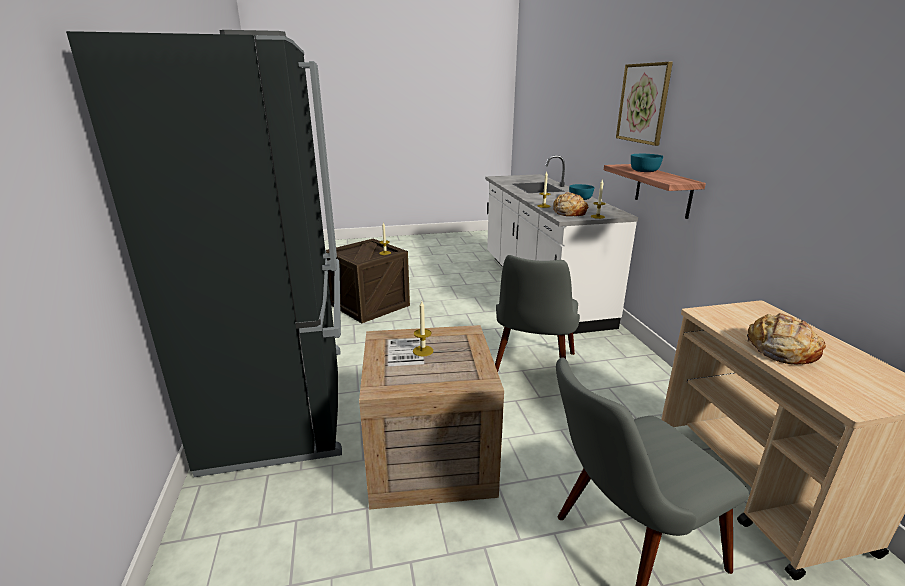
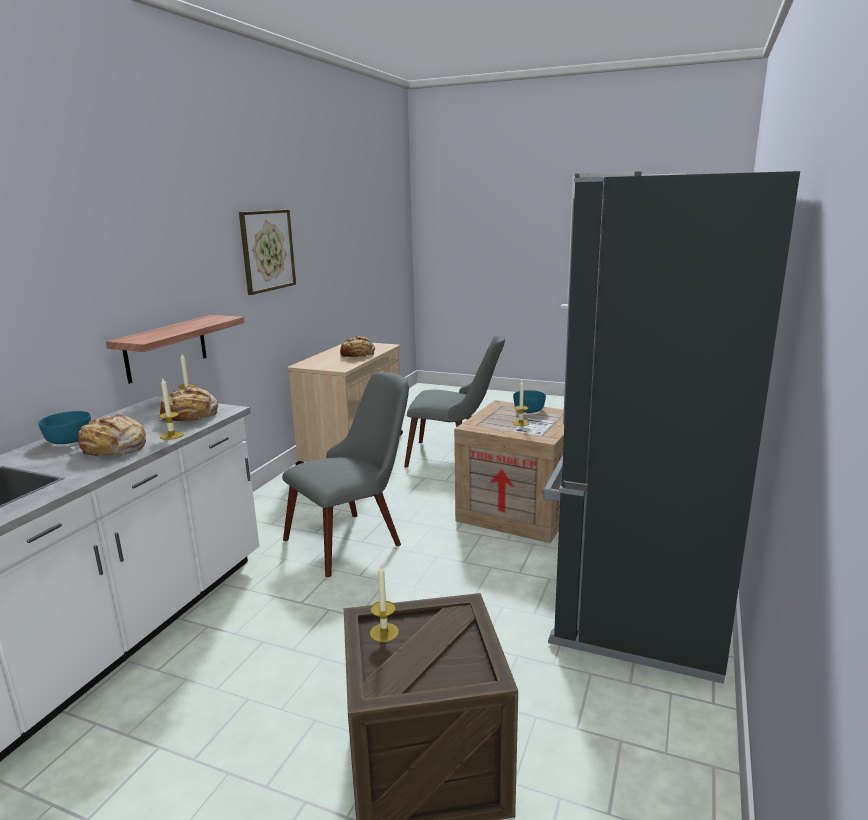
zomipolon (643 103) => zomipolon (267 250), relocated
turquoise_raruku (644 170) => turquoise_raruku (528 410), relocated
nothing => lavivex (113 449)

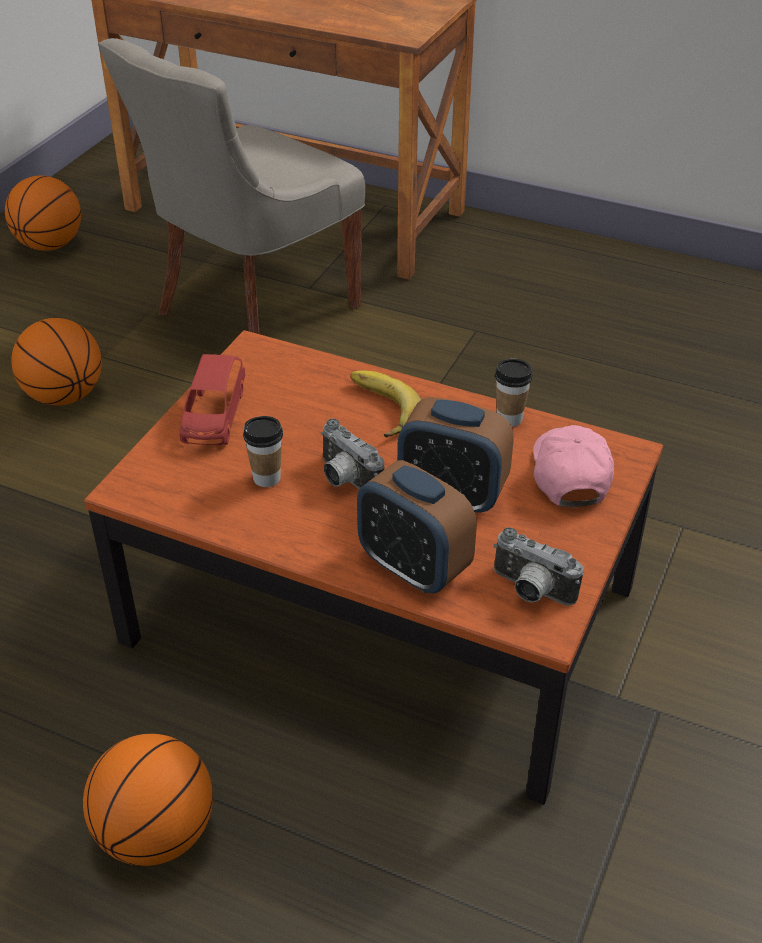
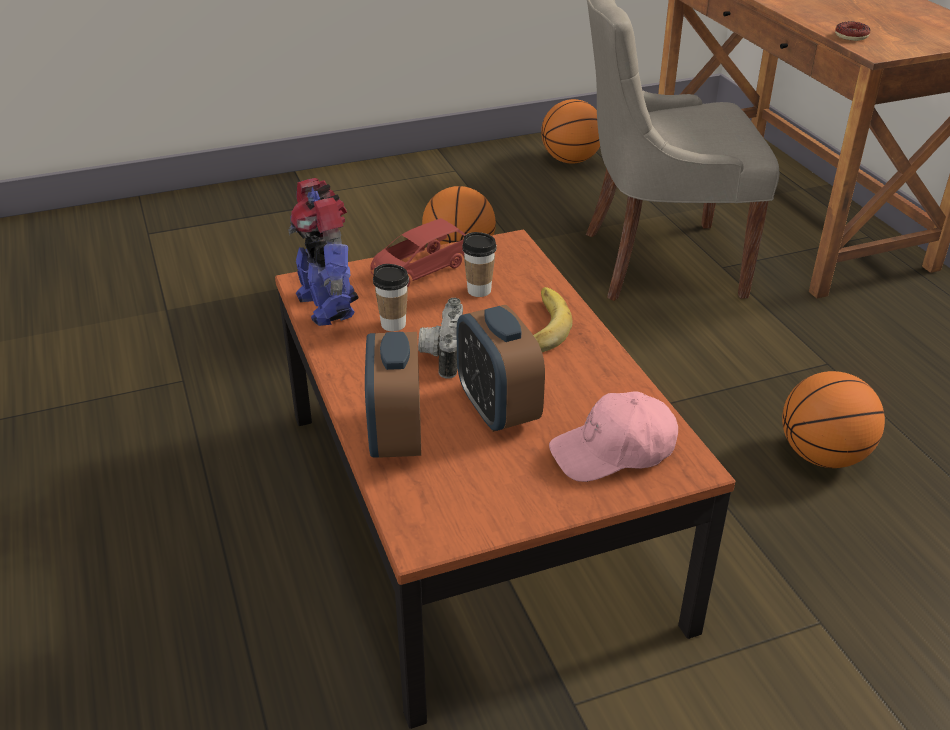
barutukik (509 419) => barutukik (479 290), relocated
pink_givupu (569 473) => pink_givupu (613 451), 150 degrees counterclockwise
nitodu (530 591) => nothing
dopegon (156 833) => dopegon (822 455), relocated
nothing => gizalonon (851 36)
nothing => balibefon (327 305)

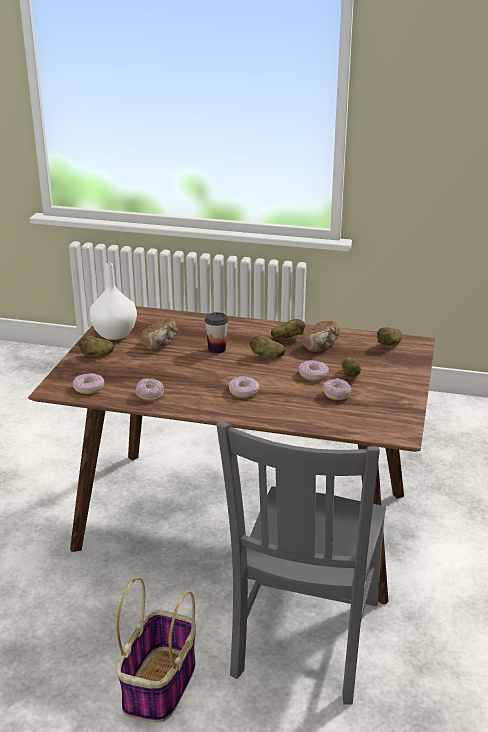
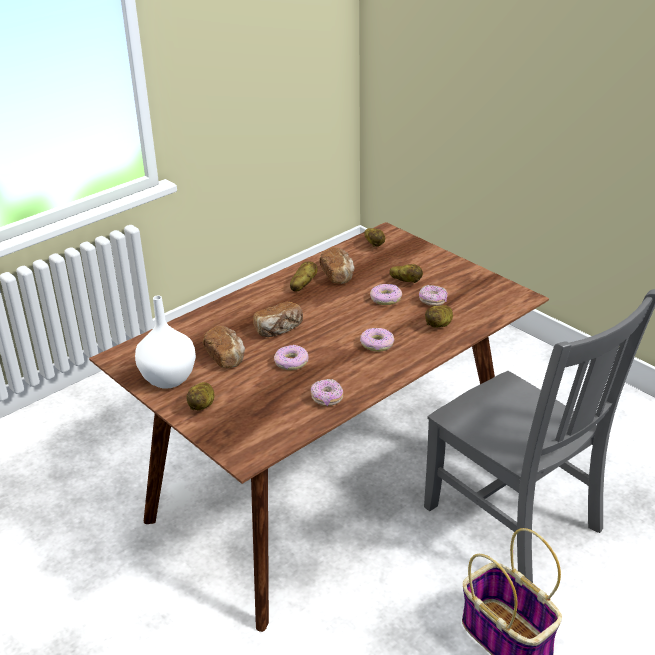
barutukik (217 349) => lavivex (279 330)
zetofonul (267 356) => zetofonul (439 325), relocated
gizalonon (88 388) => gizalonon (291 362), relocated

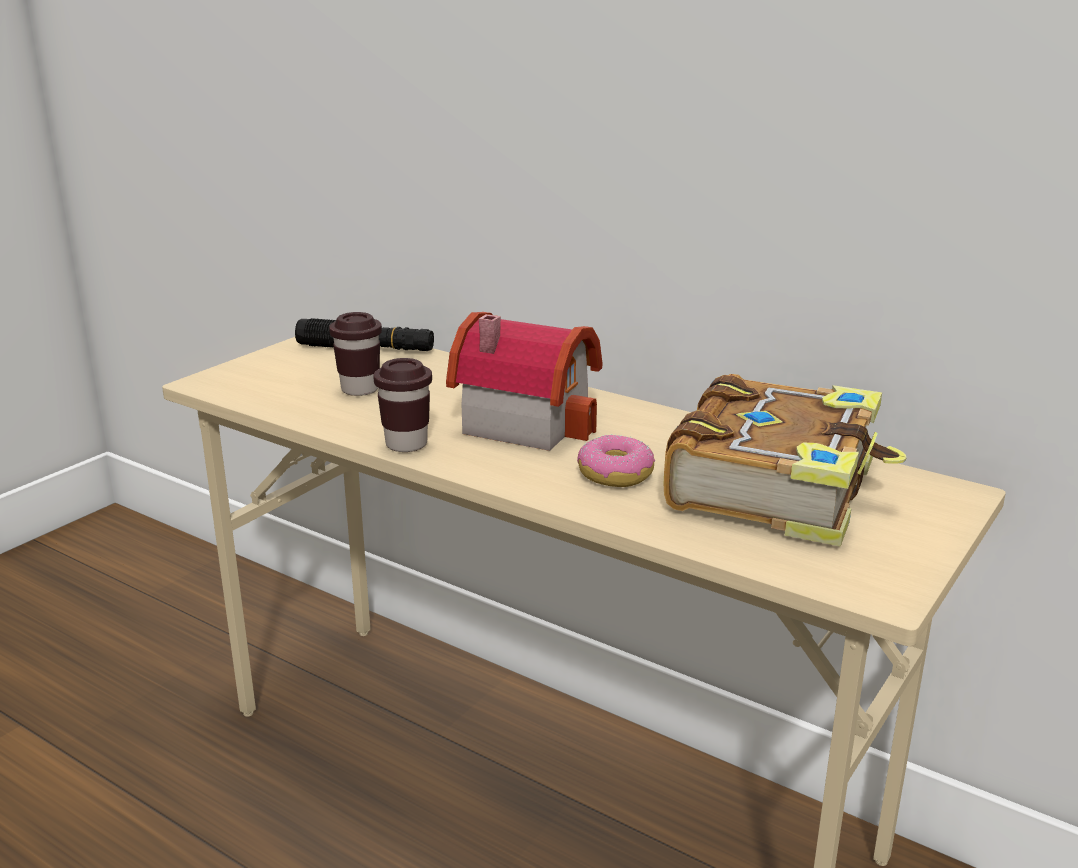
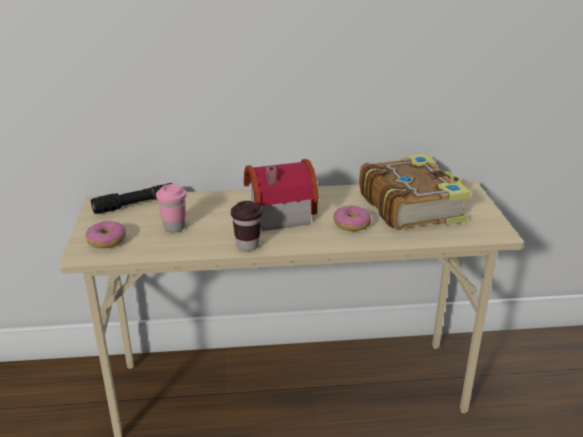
brown_barutukik (360 389) => pink_barutukik (174 227)
nothing => gizalonon (106 241)

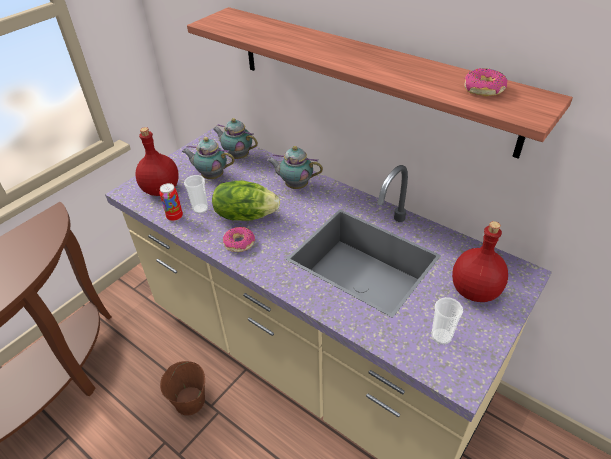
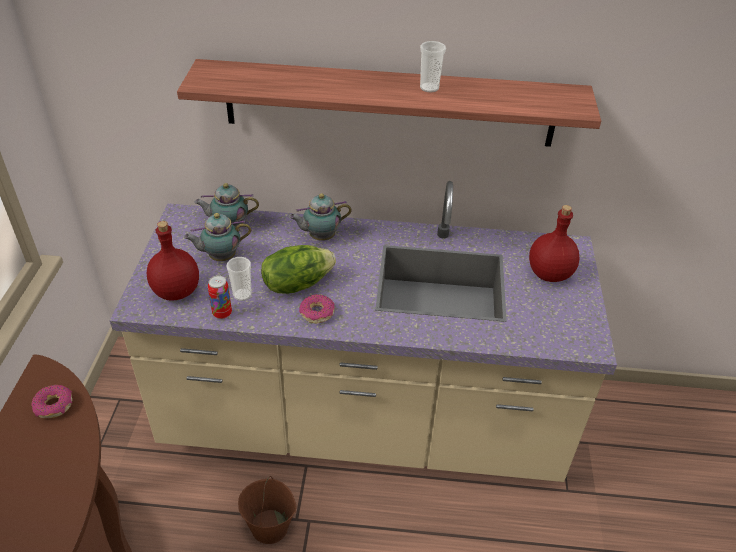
gizalonon (484 89) => gizalonon (54 406), relocated
barutukik (441 336) => barutukik (429 88), relocated

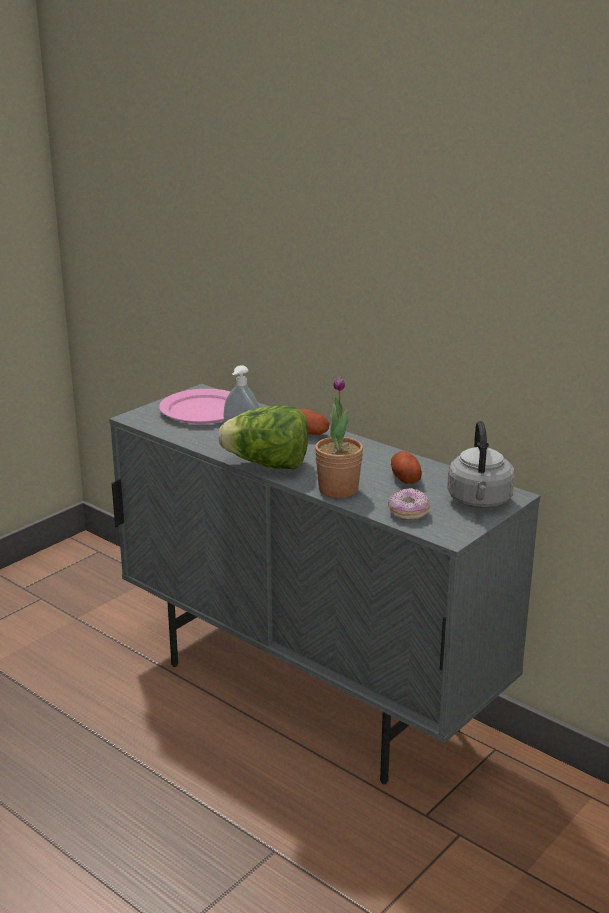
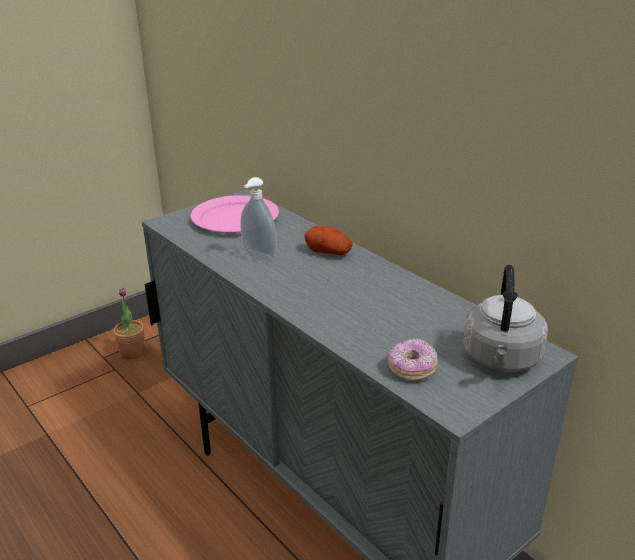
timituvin (338 490) => timituvin (132 353), relocated
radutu (267 465) => nothing
zetofonul (405 478) => nothing

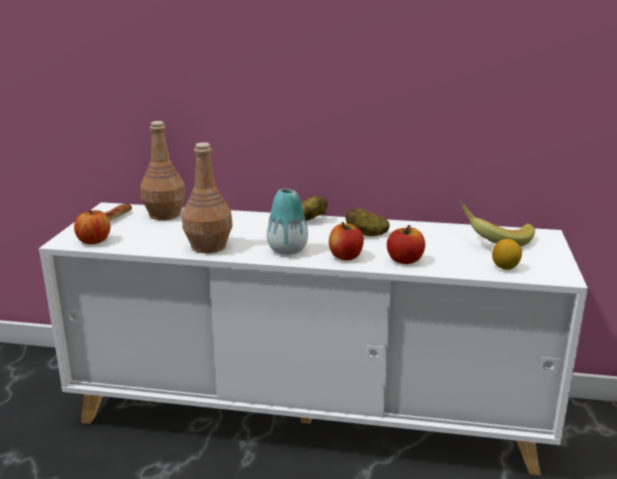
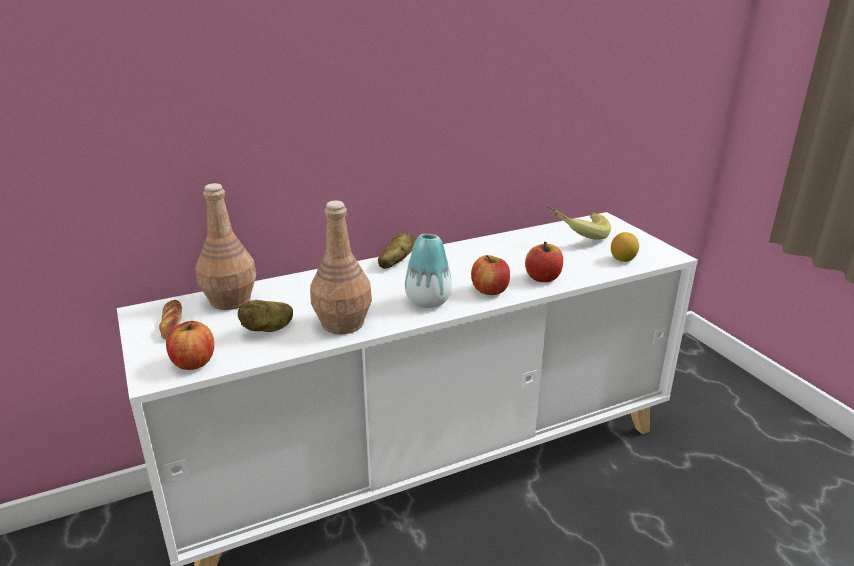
zetofonul (367 234) => zetofonul (268 329), relocated

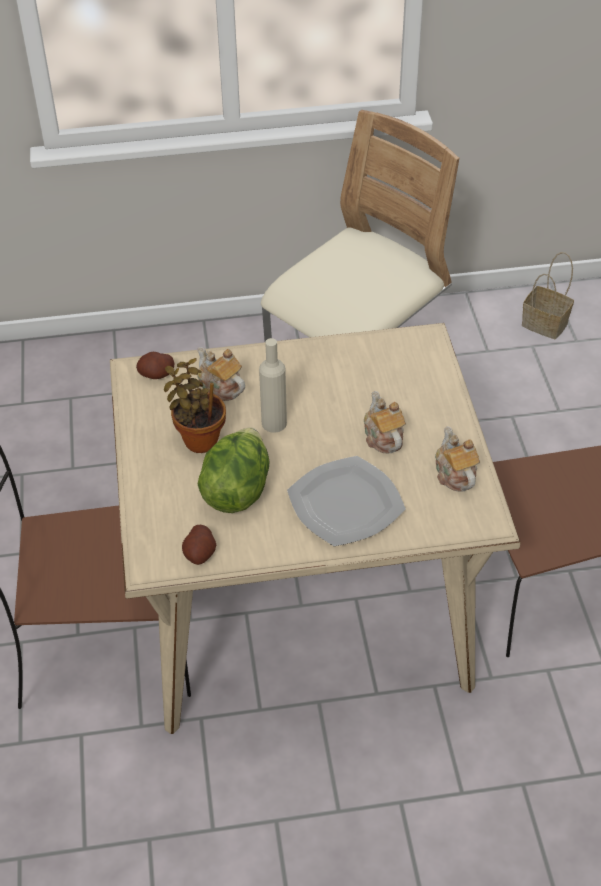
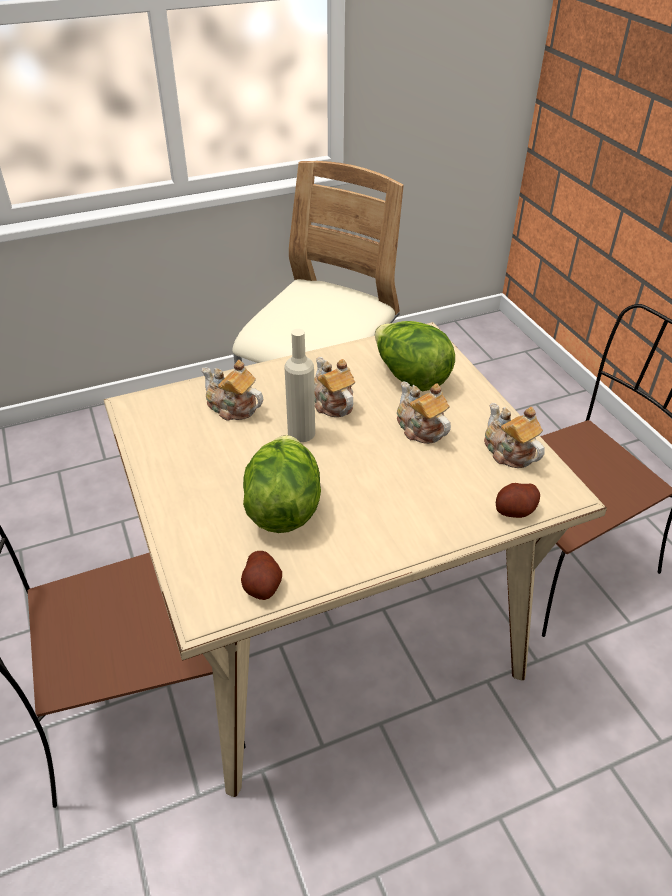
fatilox (546 324) => nothing
zetofonul (156 374) => zetofonul (515 511), relocated
timituvin (199 438) => nothing
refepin (344 504) => nothing
nothing => radutu (410 377)
nothing => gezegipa (331 403)

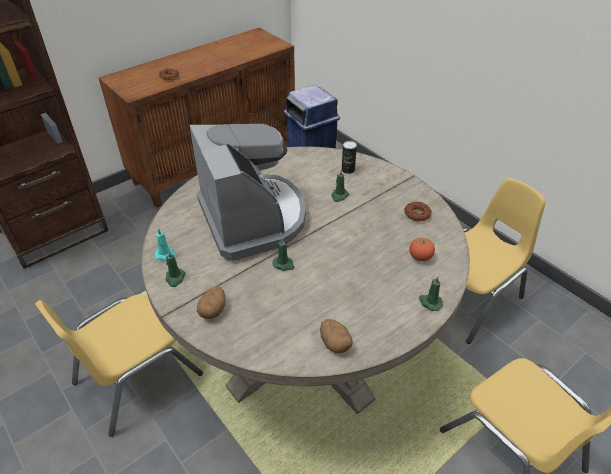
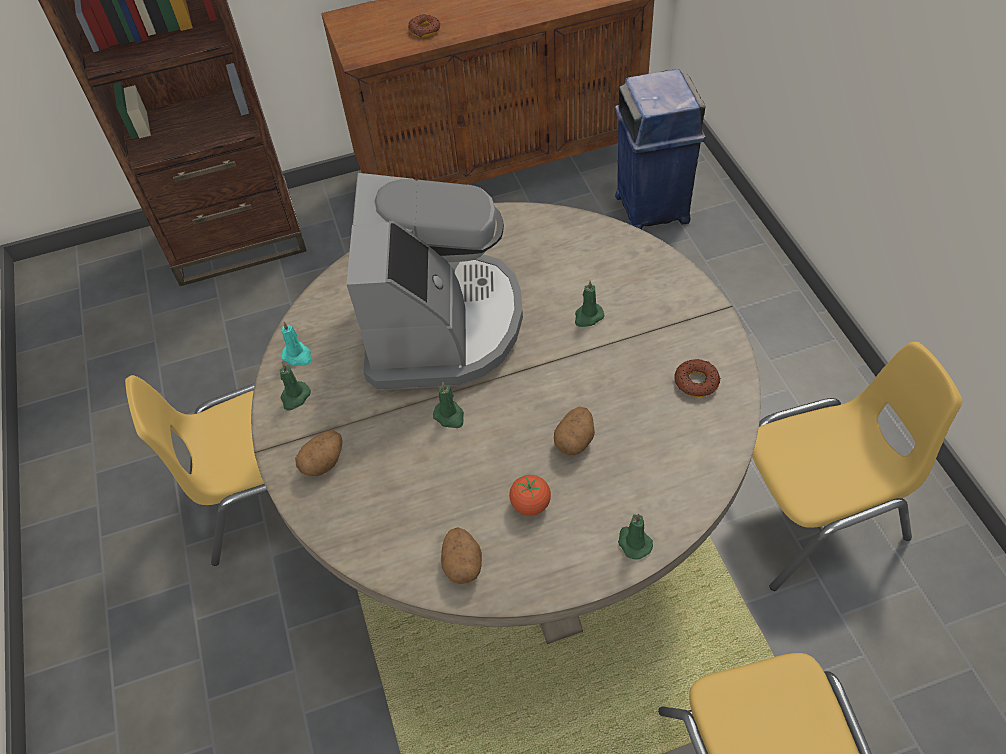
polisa (348 170) => nothing
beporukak (420 257) => beporukak (530 504), relocated
nothing => zetofonul (575 440)

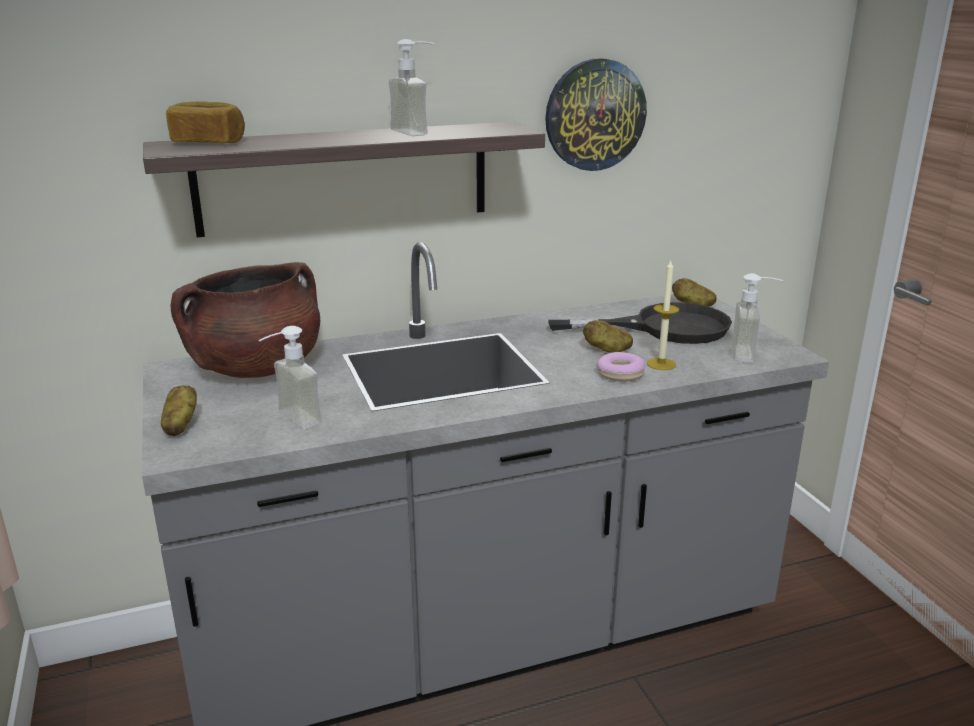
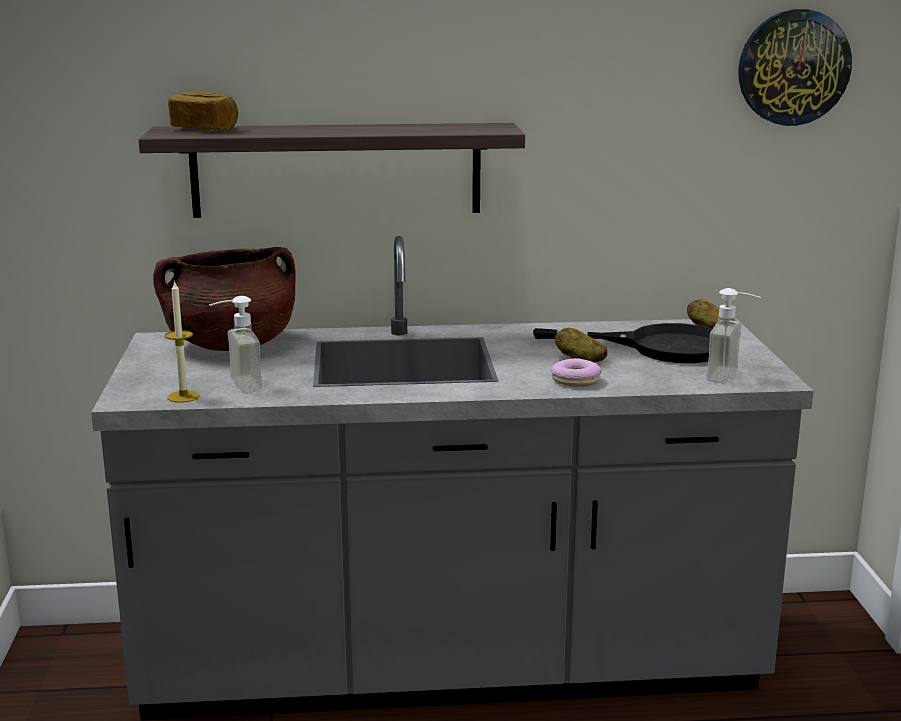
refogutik (418 131) => nothing
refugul (594 115) => refugul (793 67), relocated
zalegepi (661 364) => zalegepi (183 396), relocated
zetofonul (180 425) => nothing

